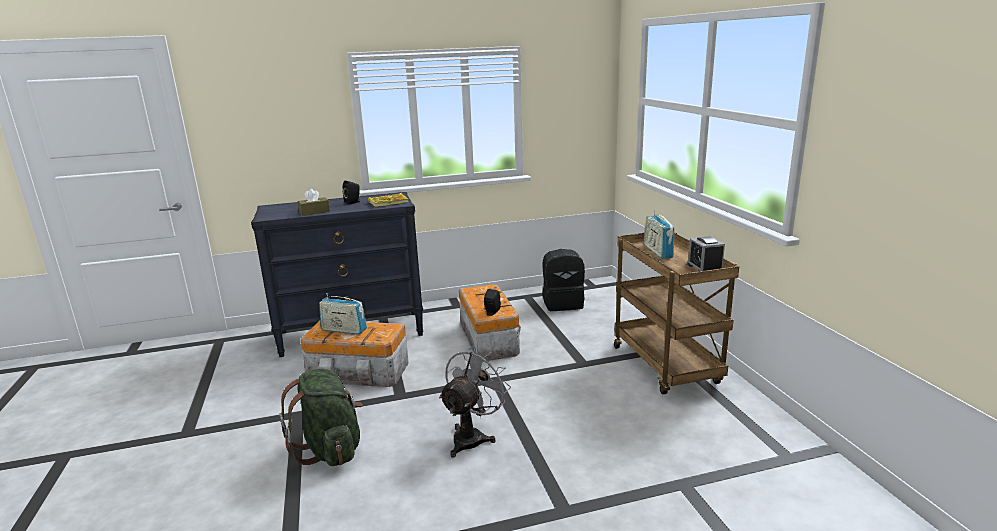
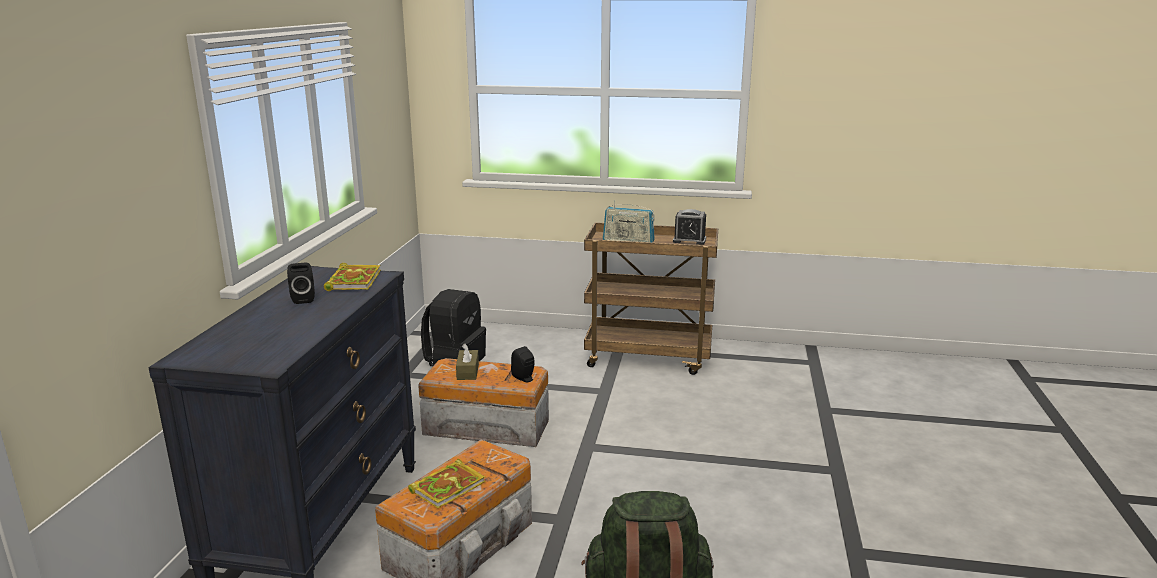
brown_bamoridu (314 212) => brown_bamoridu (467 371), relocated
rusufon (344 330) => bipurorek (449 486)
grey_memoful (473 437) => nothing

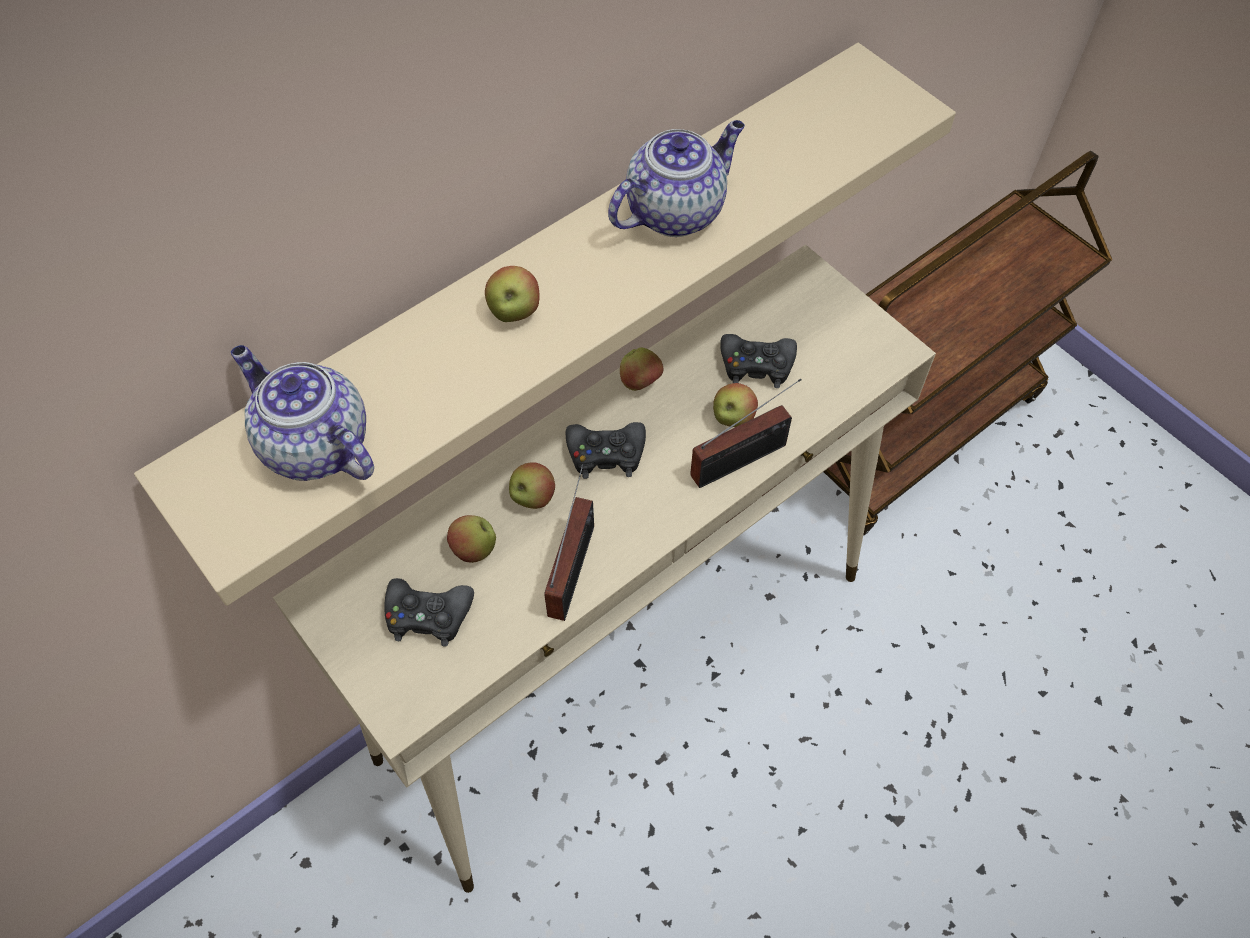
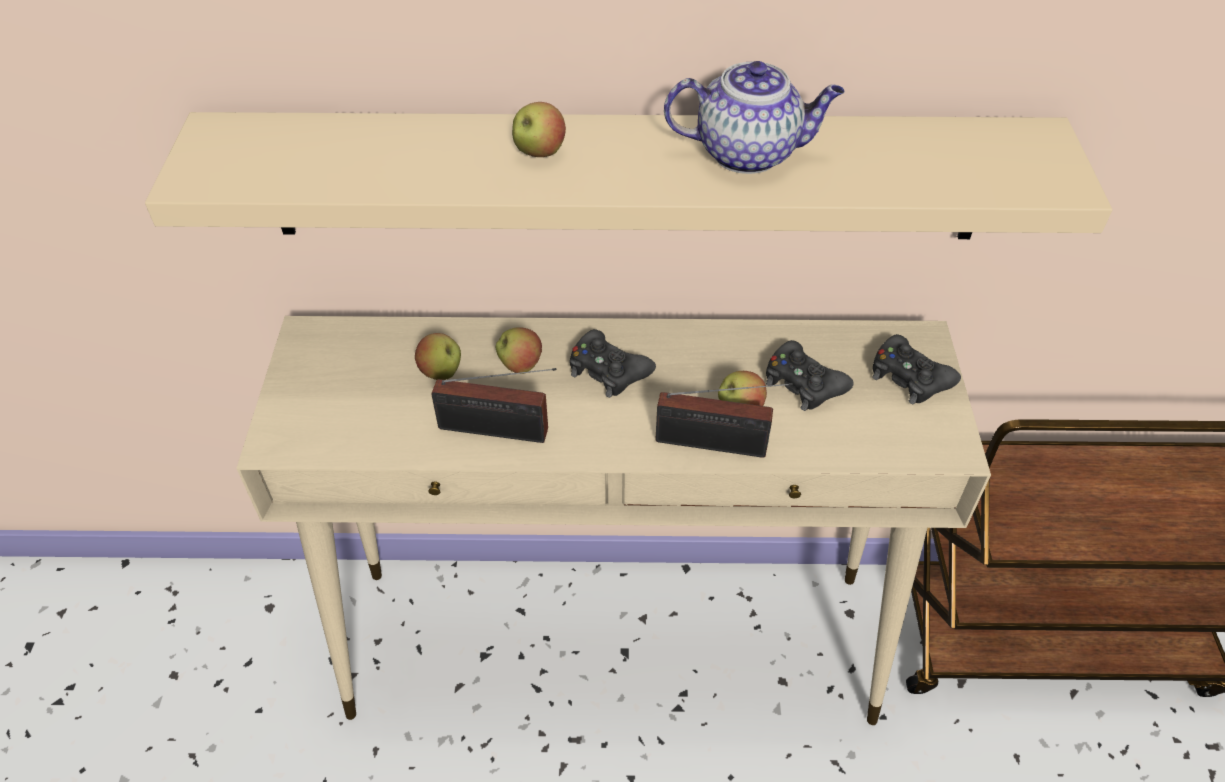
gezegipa (314 445) => nothing
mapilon (640 382) => nothing
rusufon (574 565) => rusufon (499 431), 45 degrees clockwise
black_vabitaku (428 615) => black_vabitaku (909 377), relocated

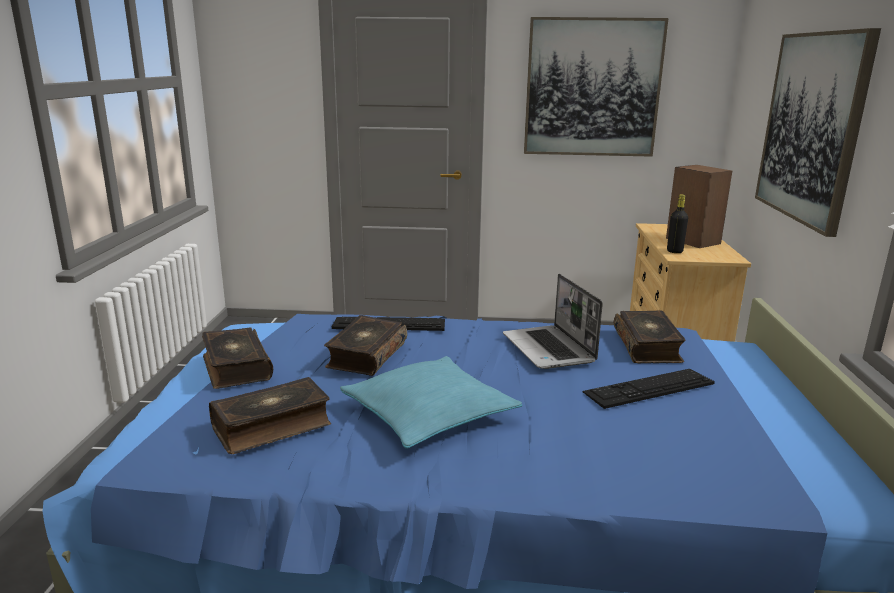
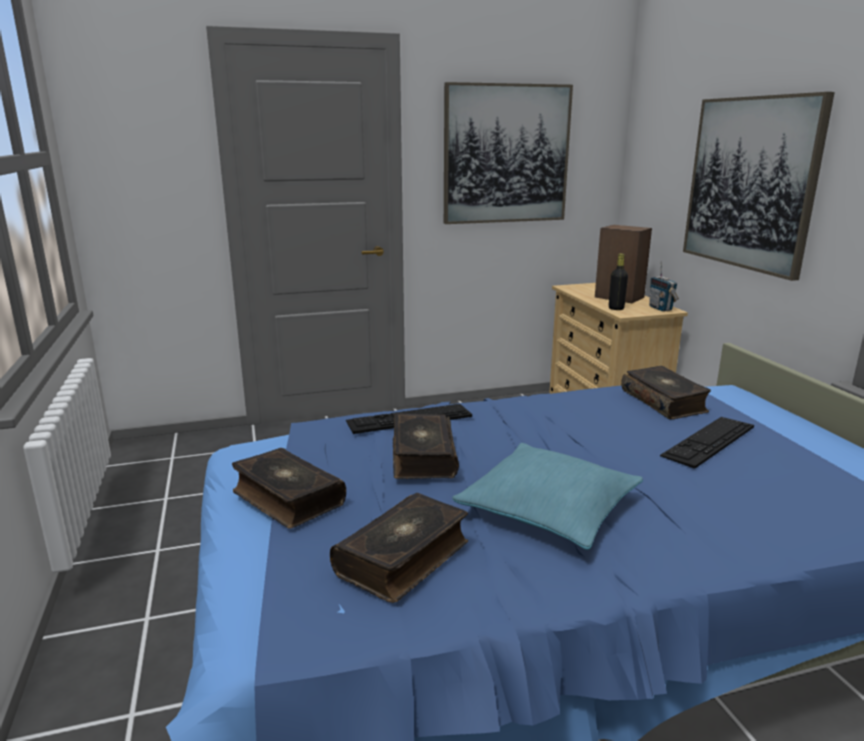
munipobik (549 349) => nothing
nothing => rusufon (660 308)

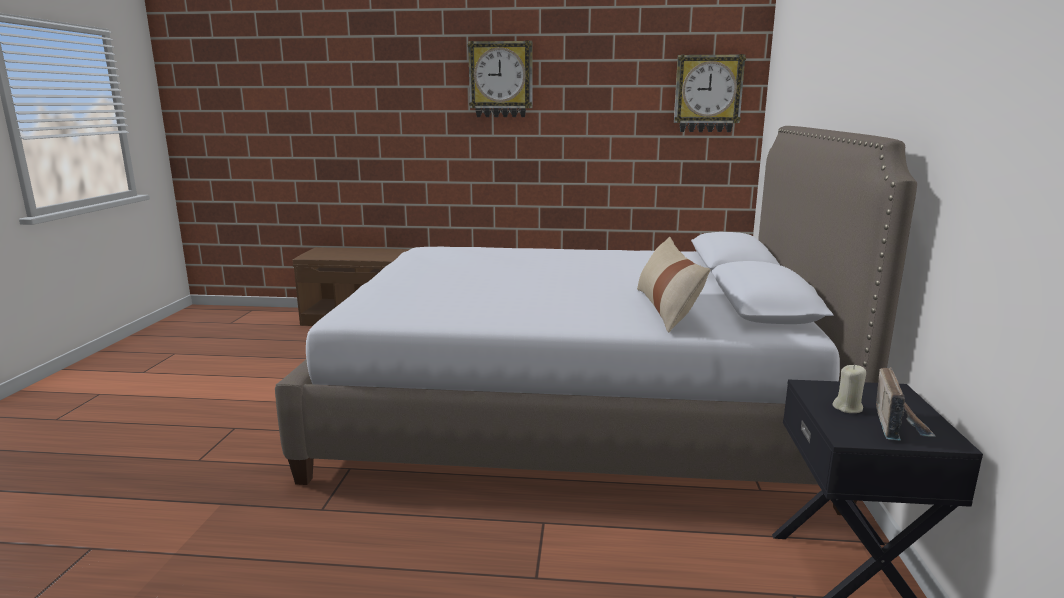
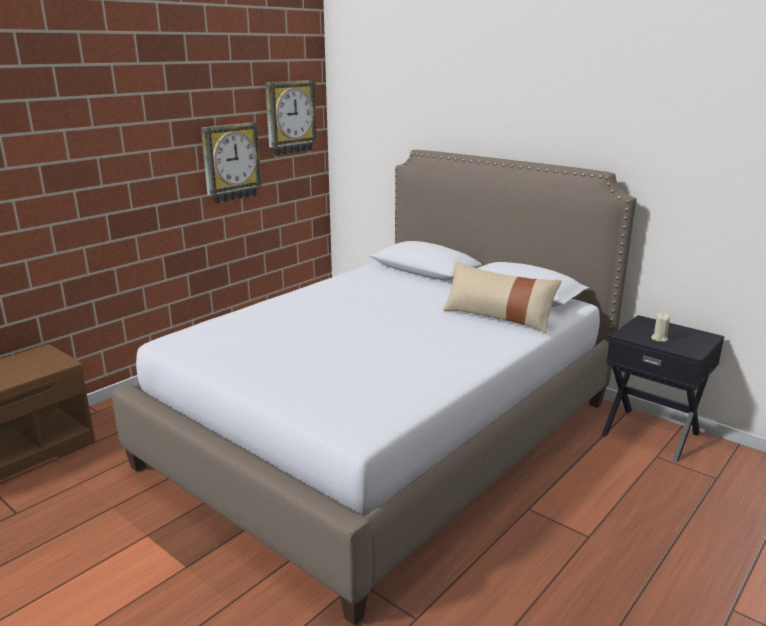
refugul (501 79) => refugul (231 162), relocated
rusufon (898 425) => nothing

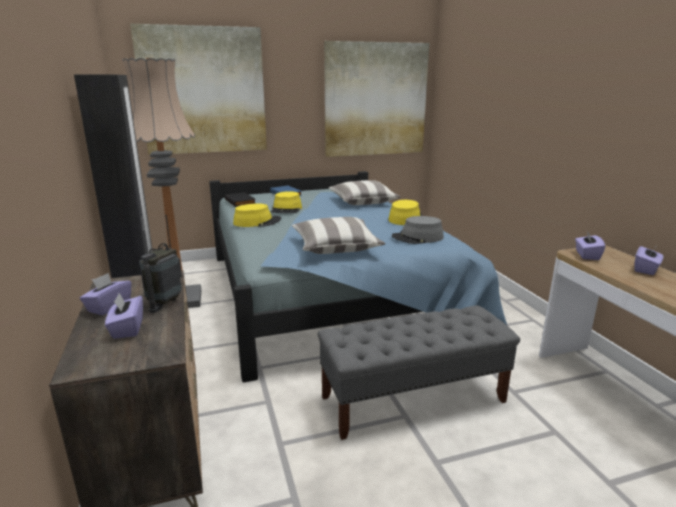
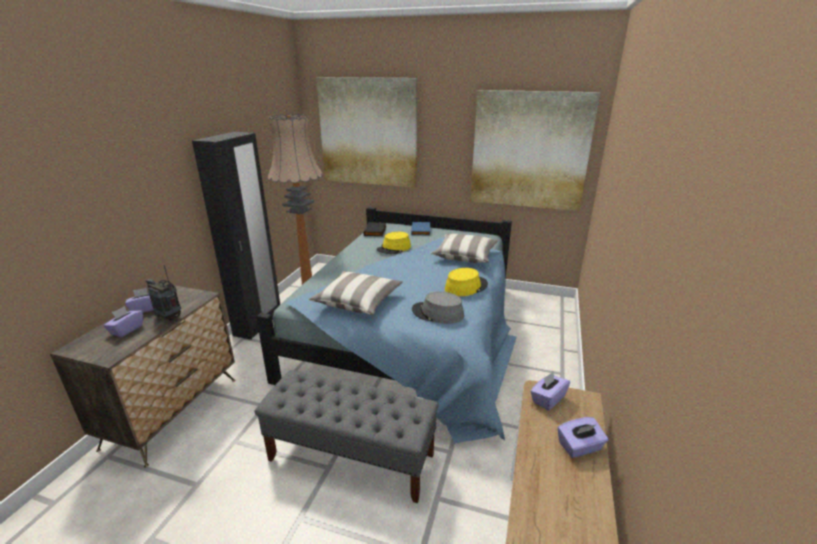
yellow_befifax (257 222) => nothing
rusufon (165 303) => rusufon (169 317), 60 degrees clockwise

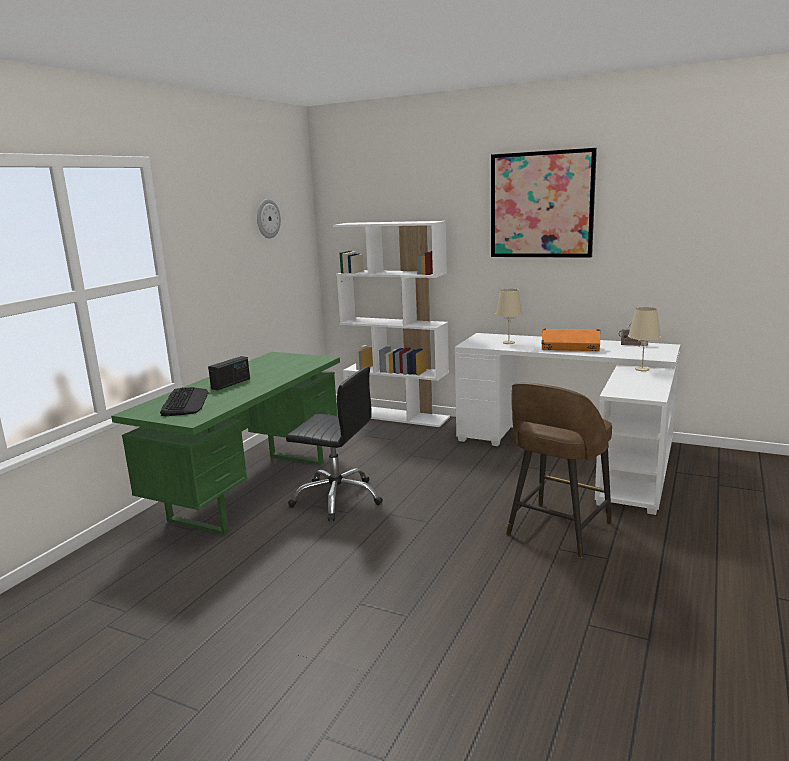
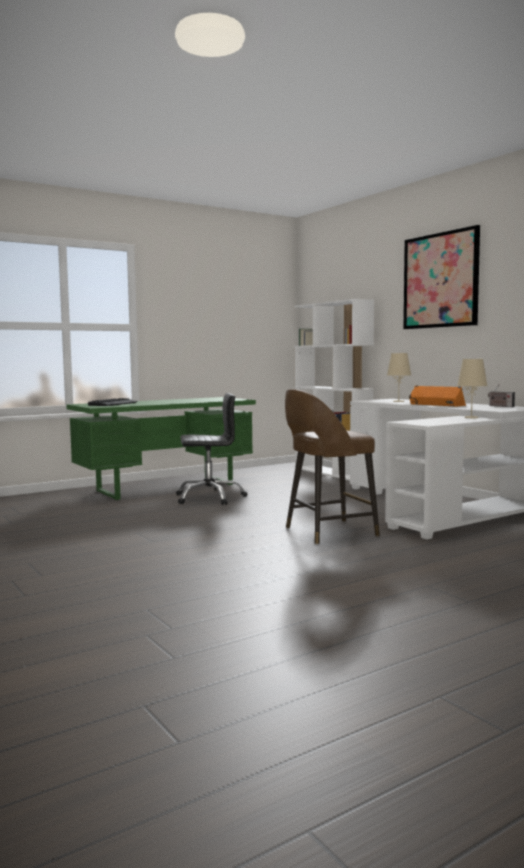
refugul (267 218) => nothing
rusufon (231 384) => nothing
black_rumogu (337 498) => black_rumogu (209 498), 60 degrees counterclockwise

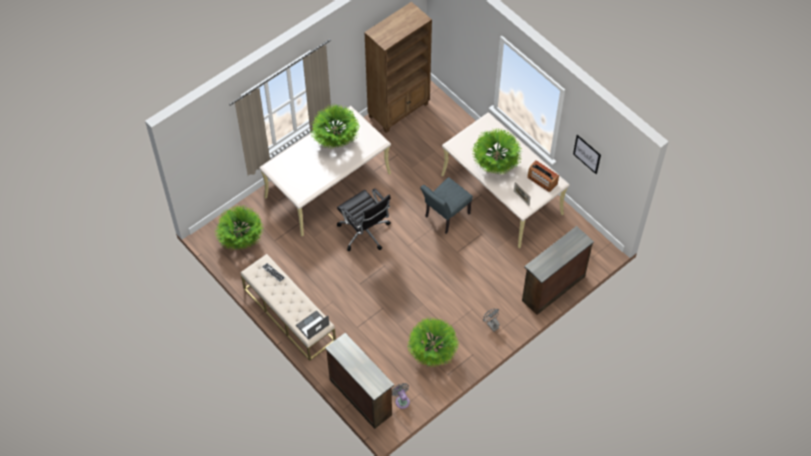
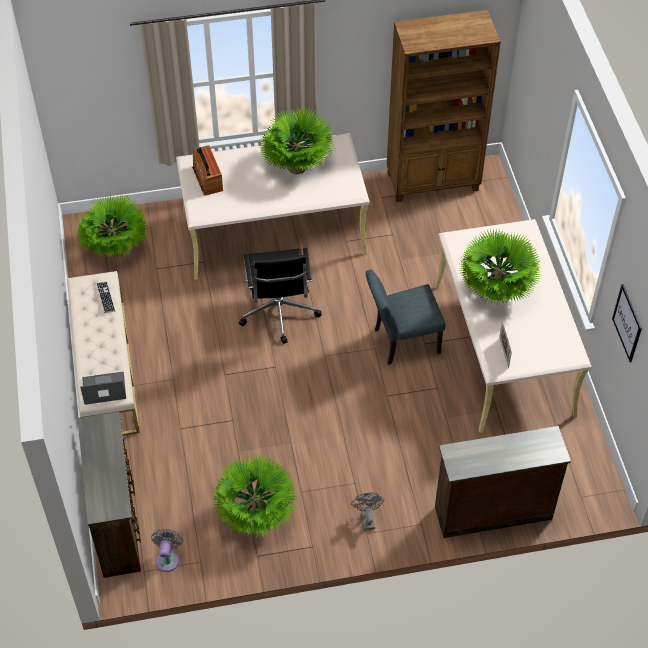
rusufon (542 180) => rusufon (207 178), relocated

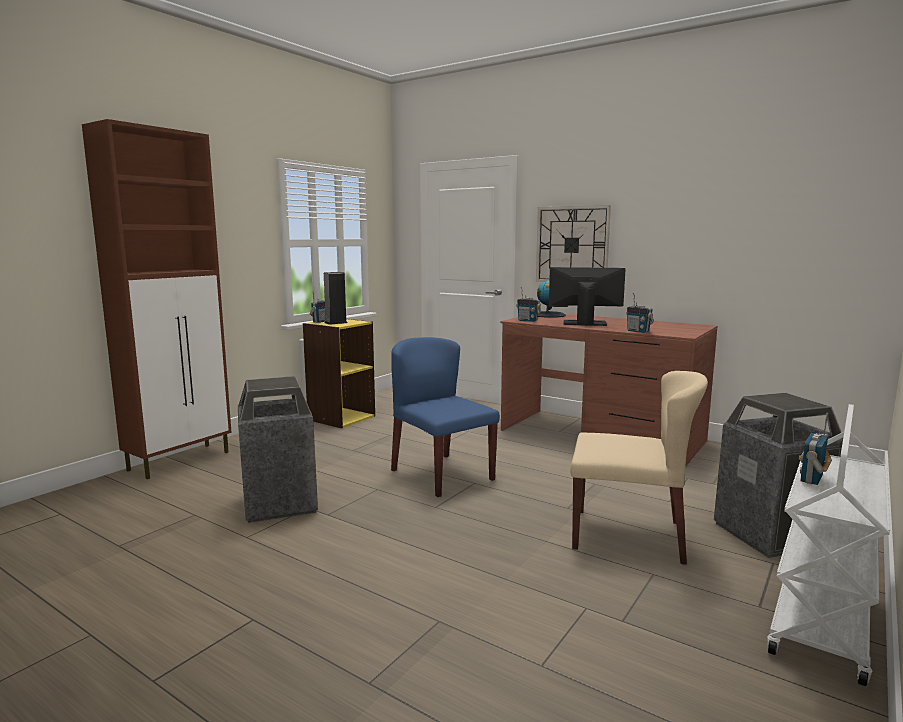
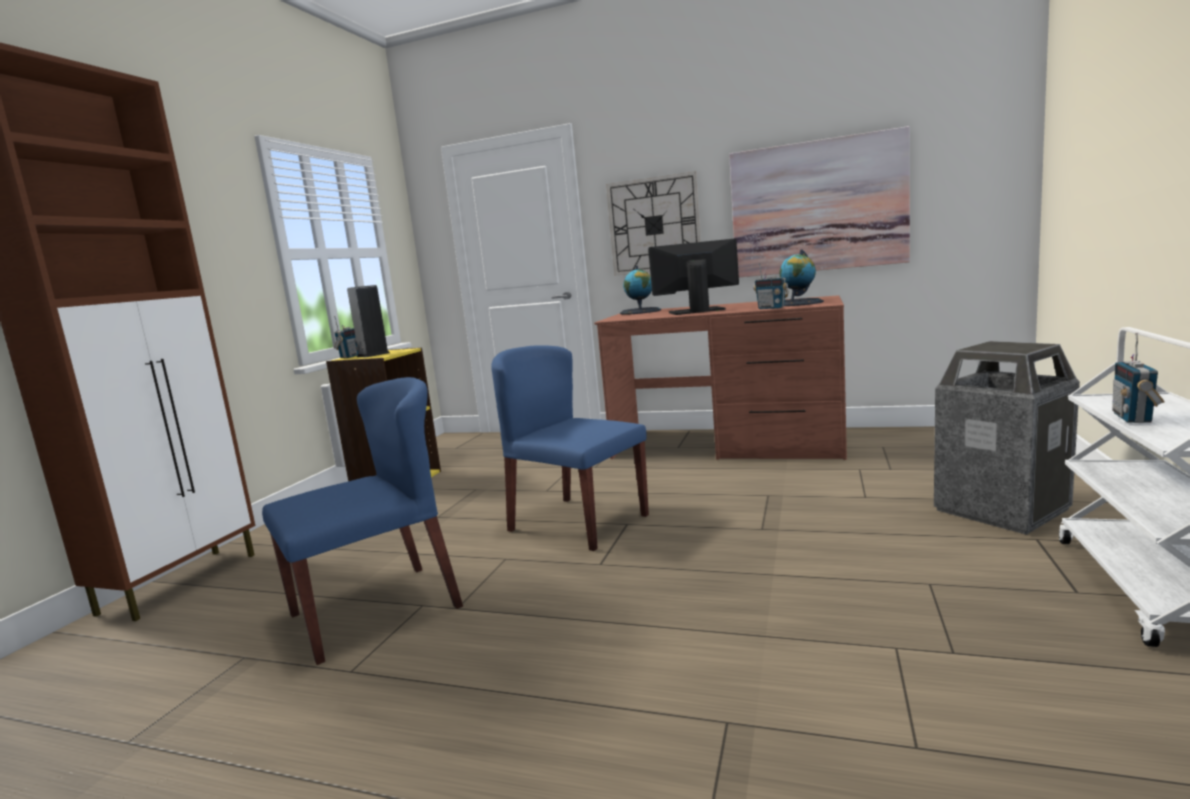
rusufon (528 321) => nothing
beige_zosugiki (628 535) => nothing
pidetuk (280 504) => blue_zosugiki (377 610)
nothing => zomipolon (817 206)
nothing => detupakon (798 303)

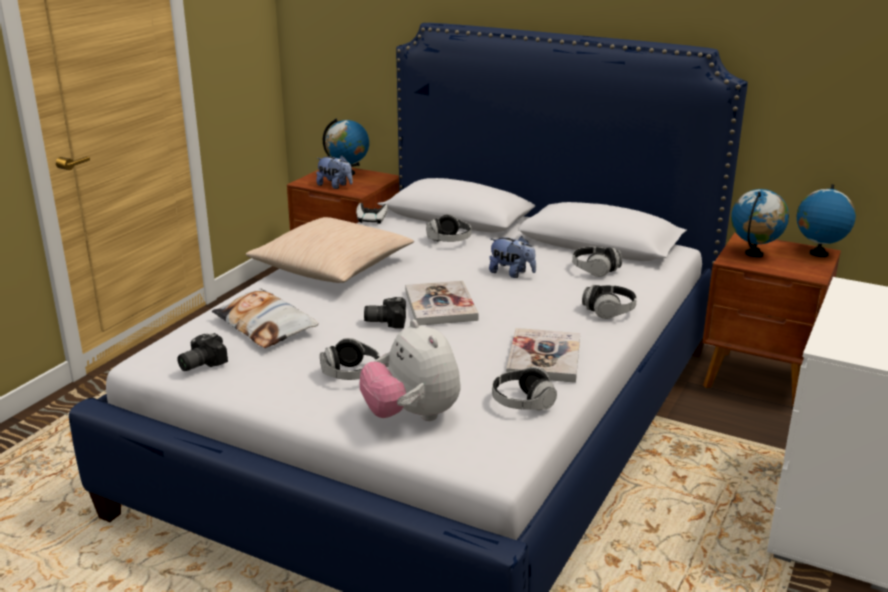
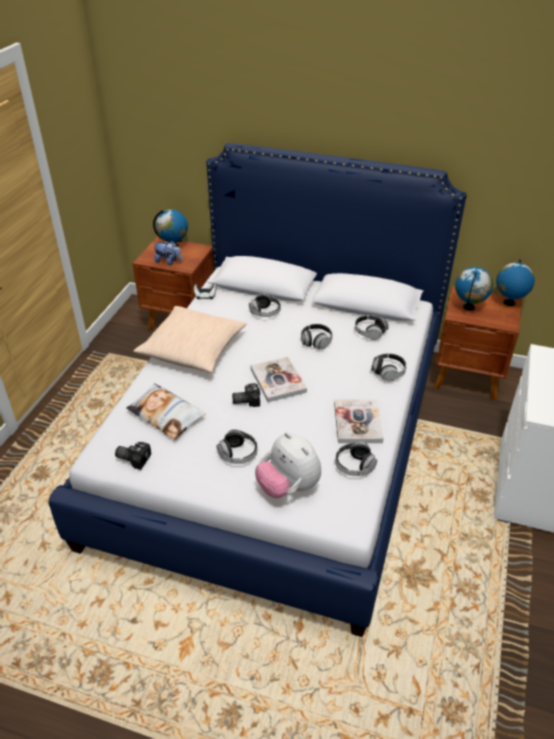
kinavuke (511 273) => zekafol (316 342)
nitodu (200 363) => nitodu (134 458), 75 degrees clockwise

